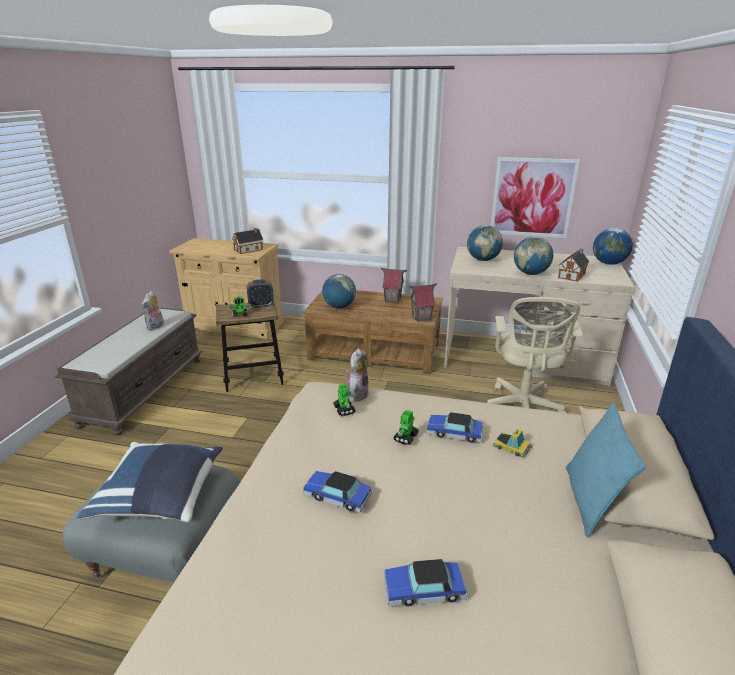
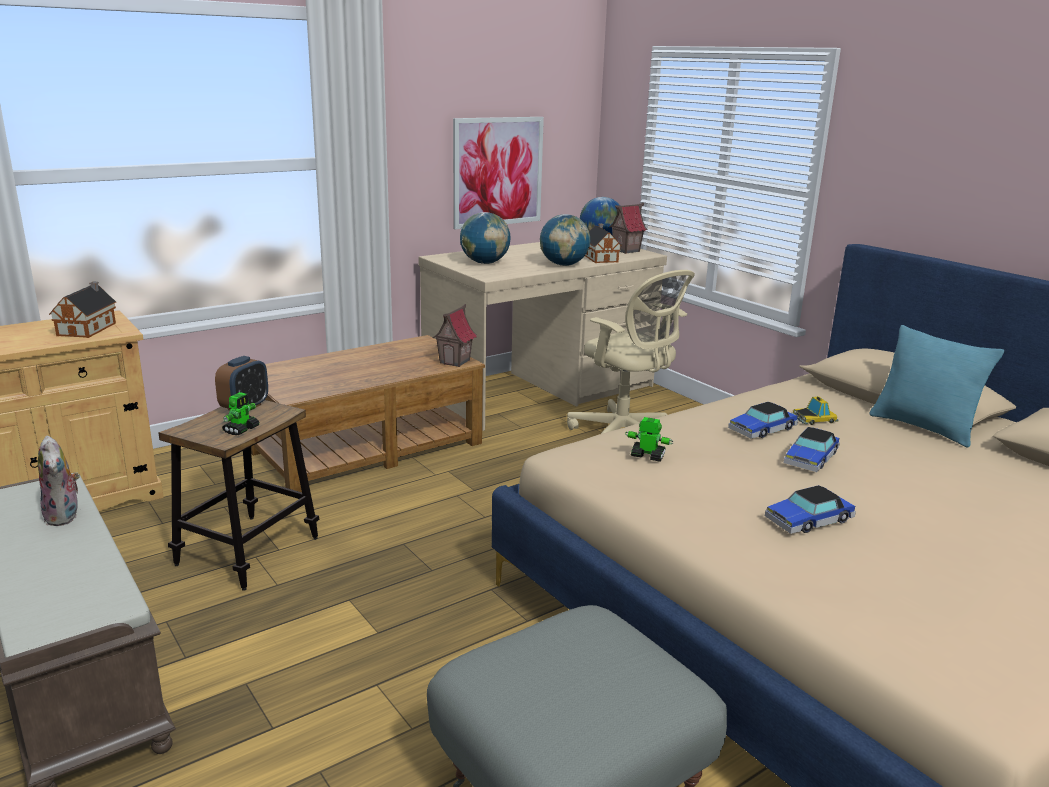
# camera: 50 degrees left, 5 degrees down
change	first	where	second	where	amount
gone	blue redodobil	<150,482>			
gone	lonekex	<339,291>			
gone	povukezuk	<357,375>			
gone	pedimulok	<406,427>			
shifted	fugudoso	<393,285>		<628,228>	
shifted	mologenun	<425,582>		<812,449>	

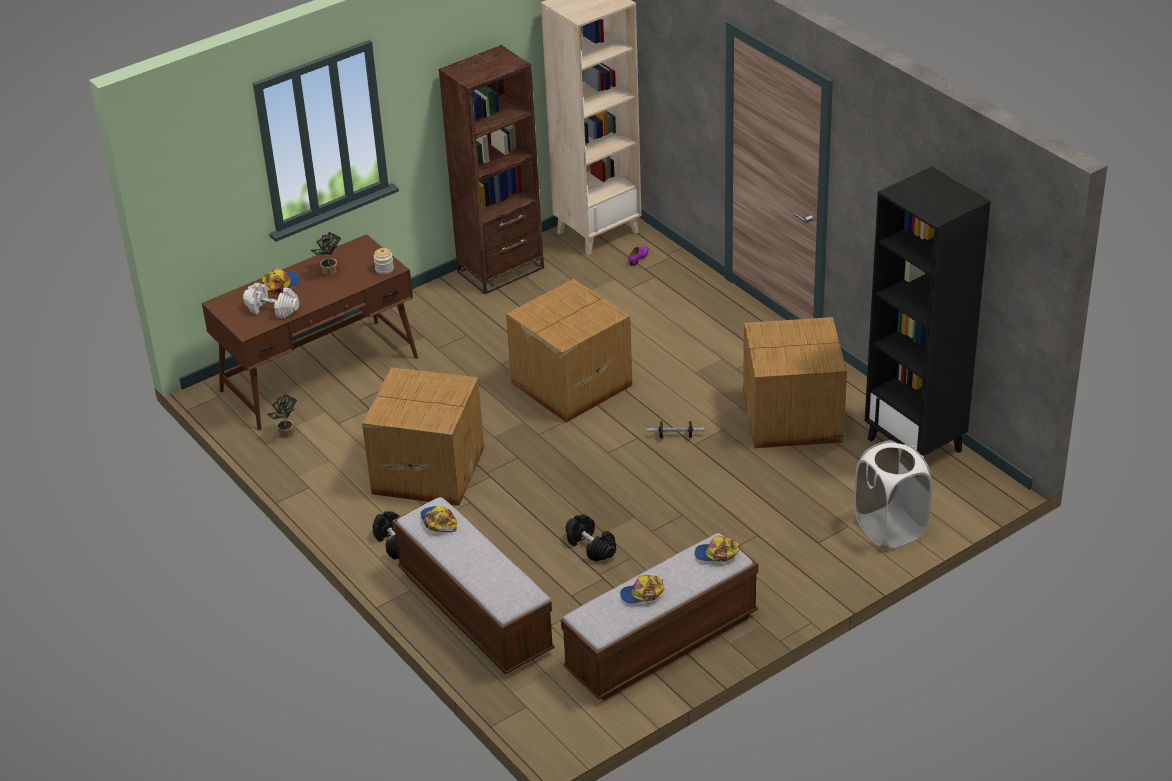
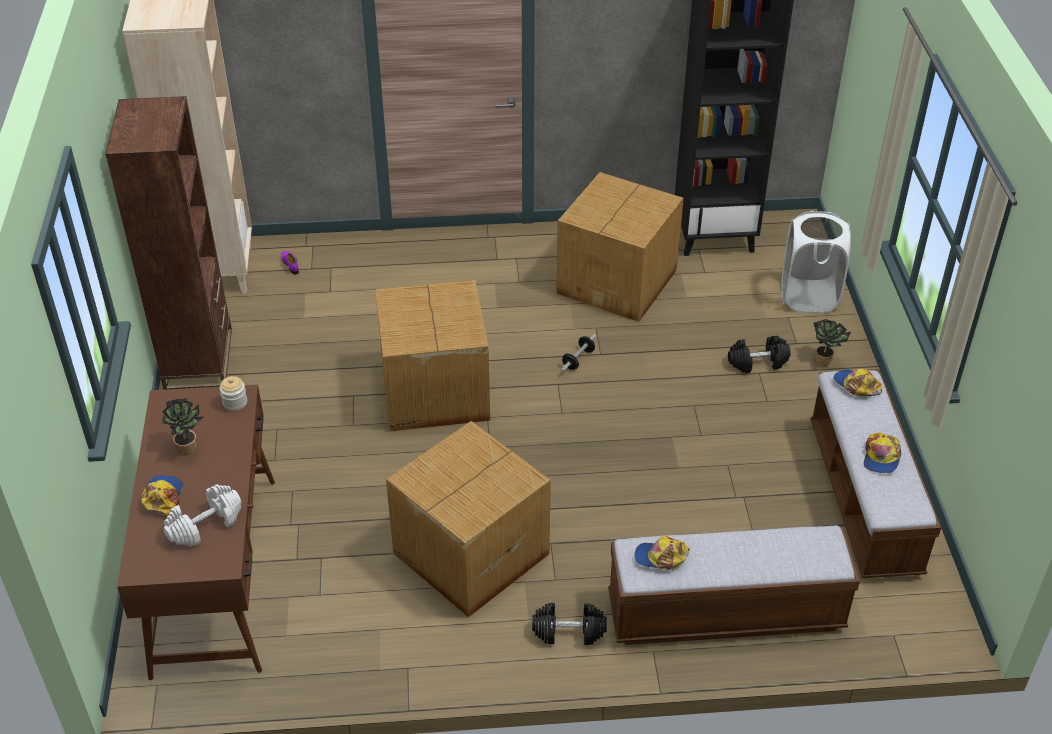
# camera: 60 degrees left, 5 degrees up
change	first	where	second	where	amount
shifted	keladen	<282,416>		<832,342>	
shifted	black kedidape	<591,538>		<759,354>	
rotated	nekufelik	<717,549>		<857,382>	105 degrees clockwise

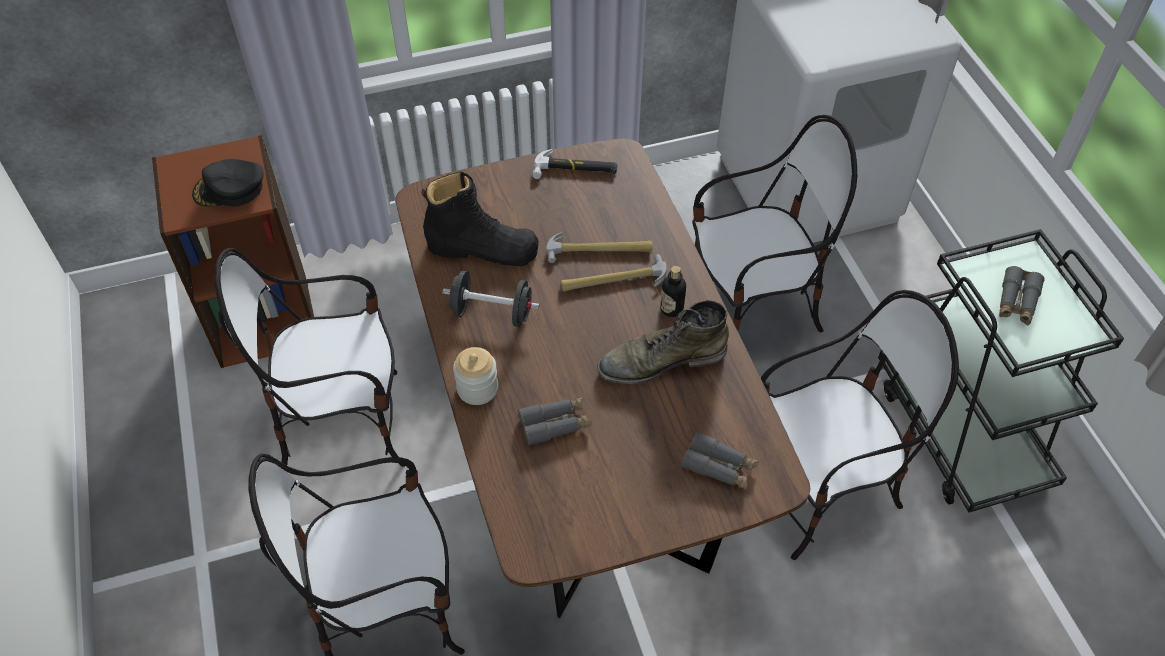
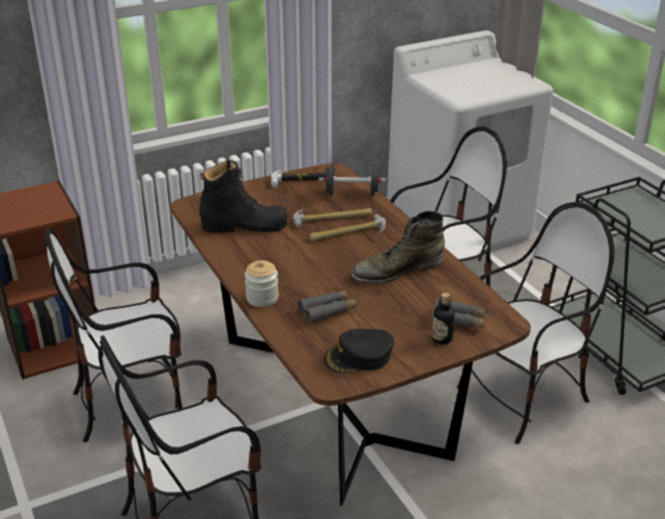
# camera: 10 degrees left, 20 degrees down
change	first	where	second	where	amount
gone	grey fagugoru	<1022,295>			
shifted	black nekufelik	<228,183>		<359,351>	
shifted	black kedidape	<491,299>		<352,179>	
shifted	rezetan	<673,291>		<443,318>	

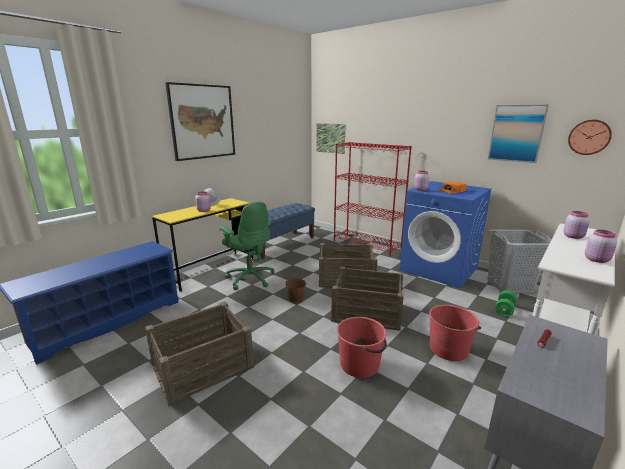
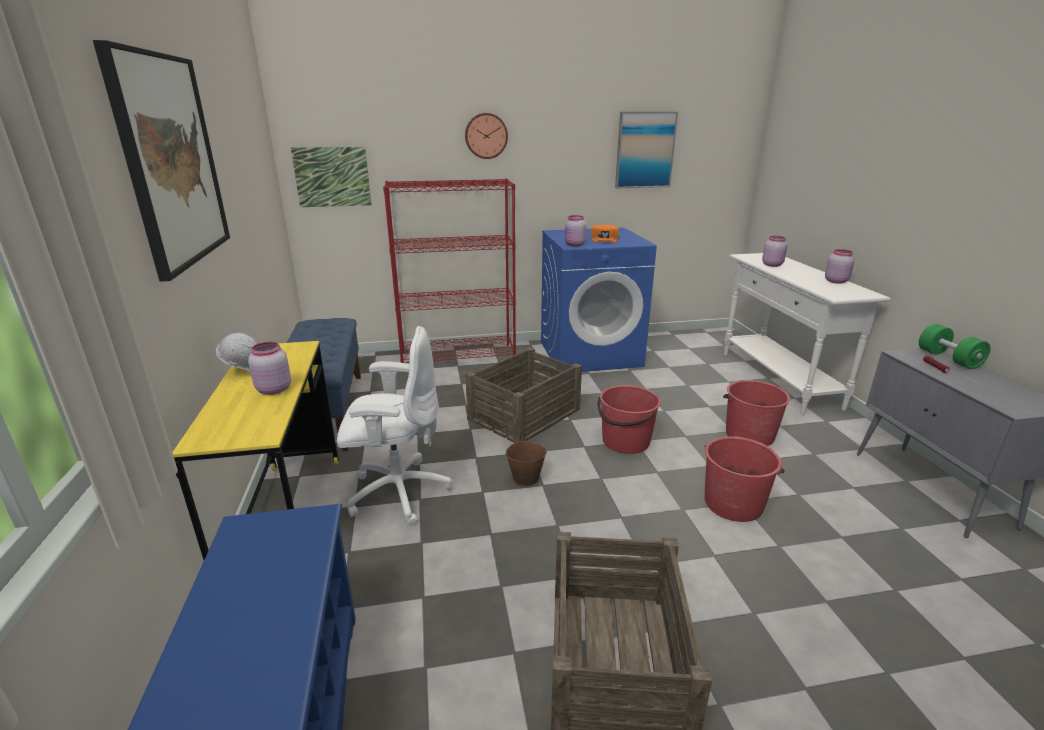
# camera: 50 degrees left, 5 degrees up
change	first	where	second	where	amount
gone	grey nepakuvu	<519,261>			
shifted	green kedidape	<506,303>		<955,346>	
shifted	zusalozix	<590,137>		<486,136>	
swapped	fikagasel	<367,299>	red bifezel	<629,419>	
repainted	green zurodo	<246,246>	white zurodo	<395,425>	

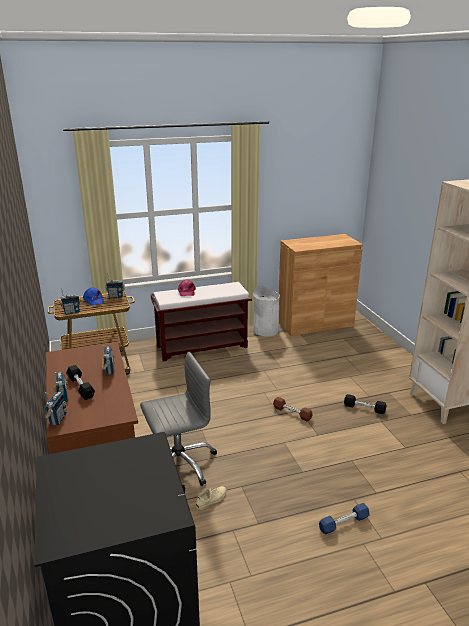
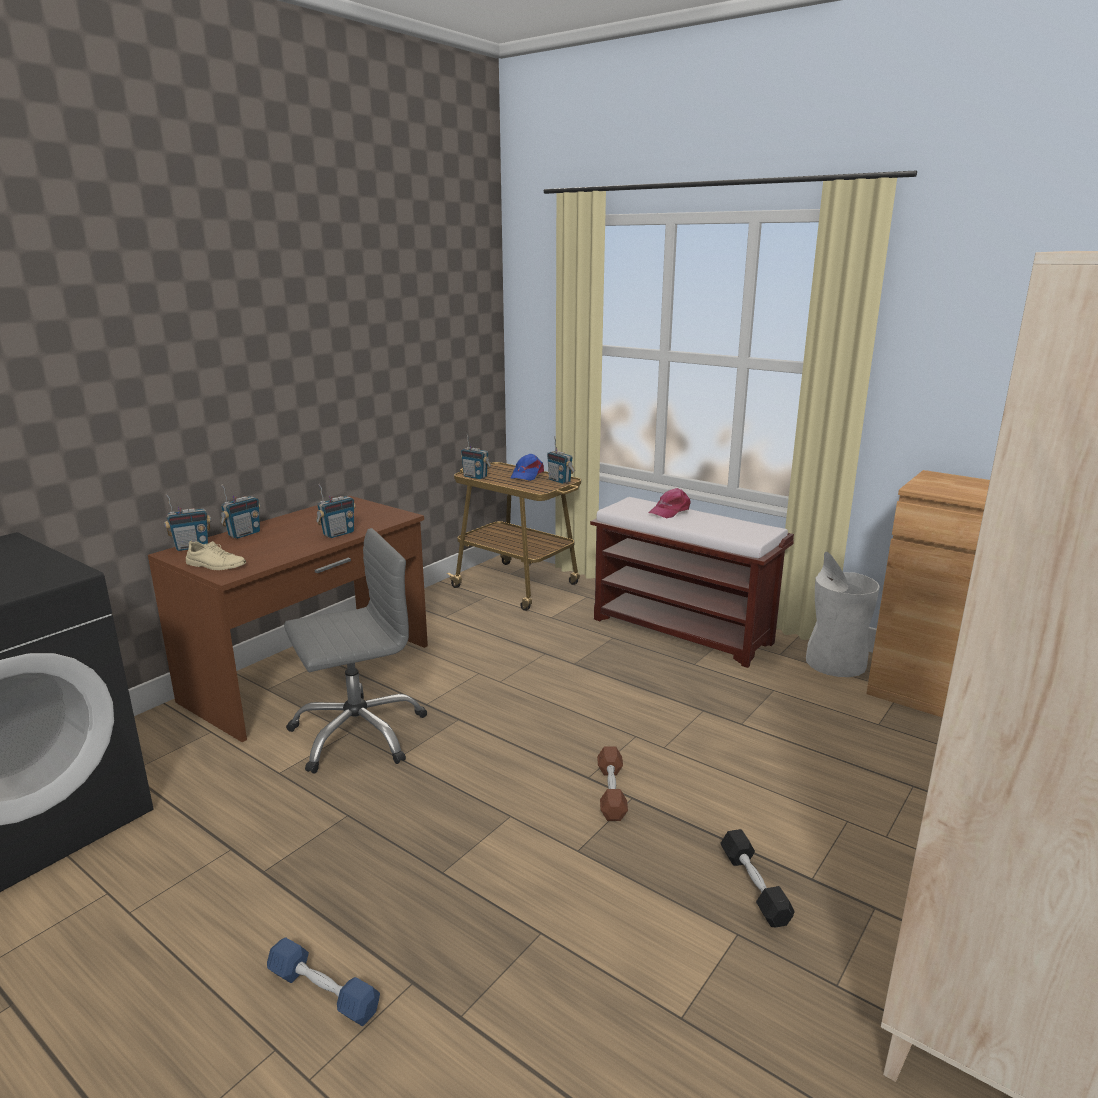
# camera: 55 degrees right, 5 degrees down
change	first	where	second	where	amount
gone	black kedidape	<80,382>			
shifted	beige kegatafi	<211,498>		<216,555>	
rotated	grey zurodo	<178,419>		<355,651>	60 degrees counterclockwise

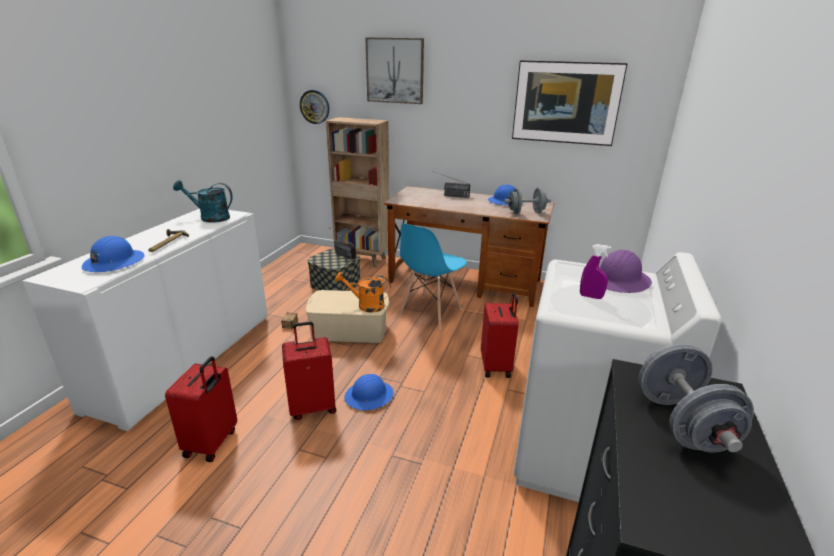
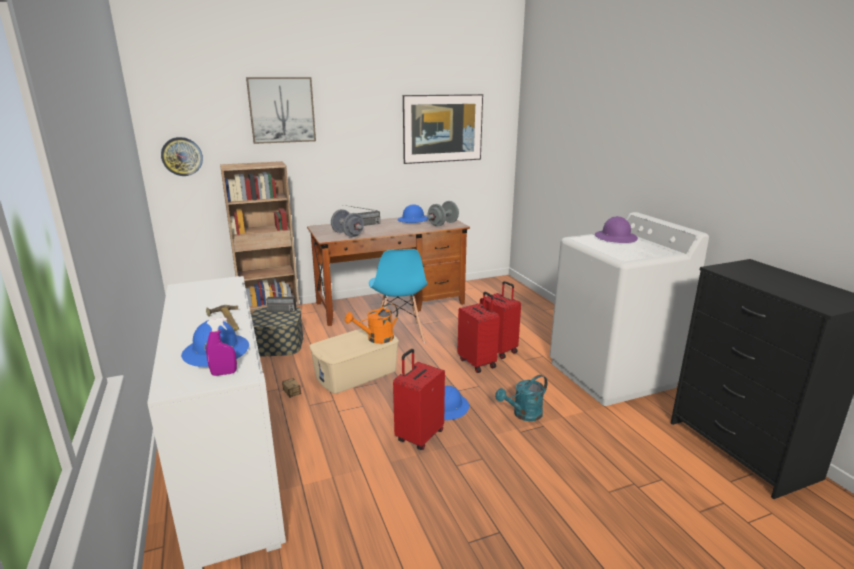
# camera: 40 degrees left, 5 degrees down
change	first	where	second	where	amount
shifted	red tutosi	<201,409>		<479,332>	
shifted	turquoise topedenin	<203,201>		<521,398>	
shifted	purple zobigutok	<596,271>		<221,347>	
shifted	grey kedidape	<696,398>		<347,223>	

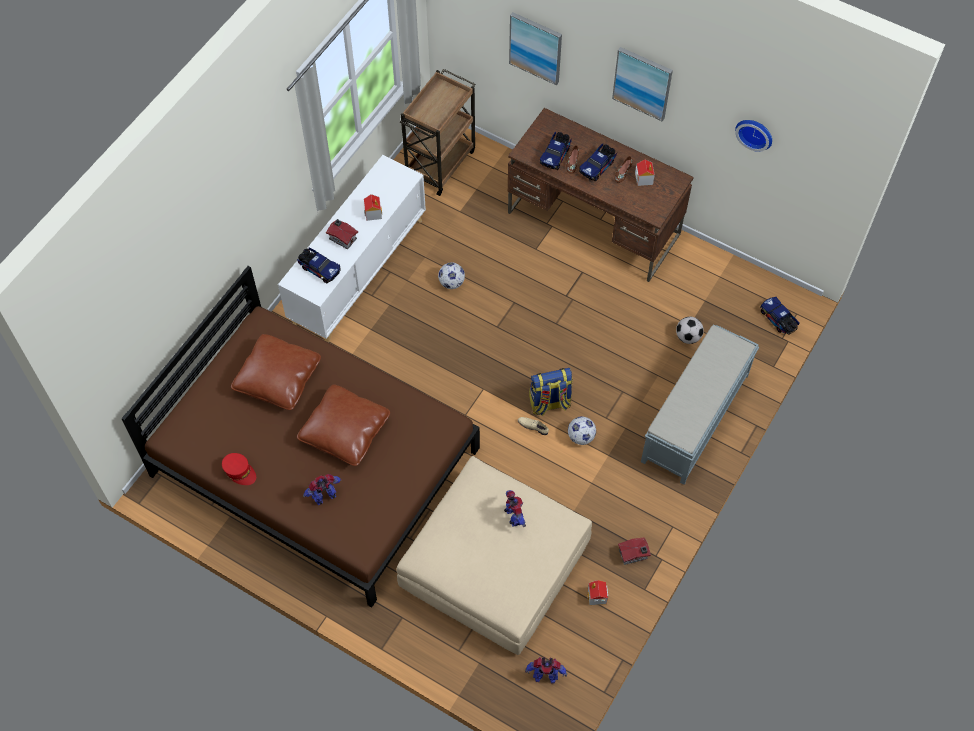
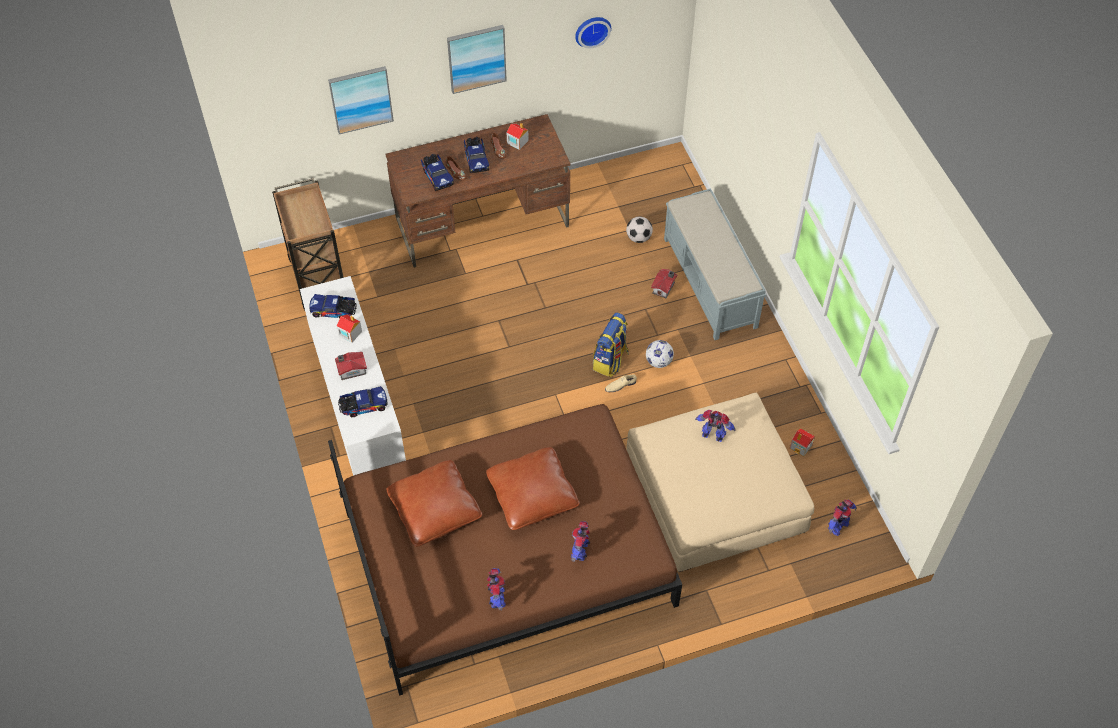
# camera: 50 degrees left, 5 degrees down
change	first	where	second	where	amount
gone	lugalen	<451,276>			
shifted	fugudoso	<634,551>		<664,283>	
shifted	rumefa	<780,316>		<333,306>	
swapped	red nekufelik	<239,469>	pedimulok	<496,589>	

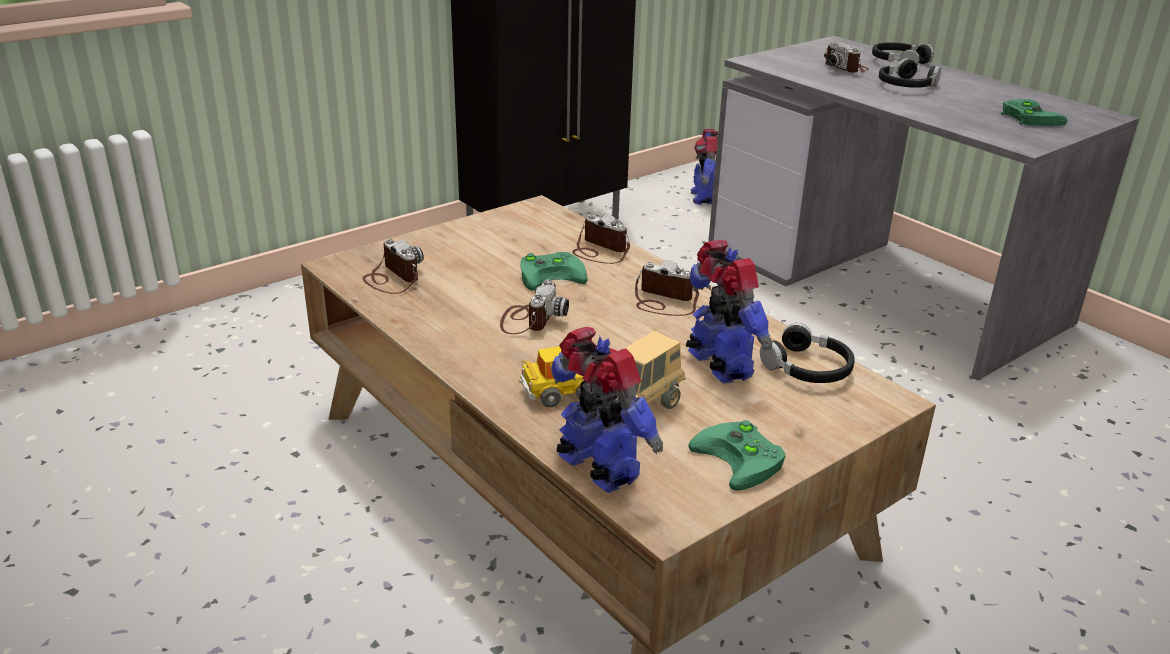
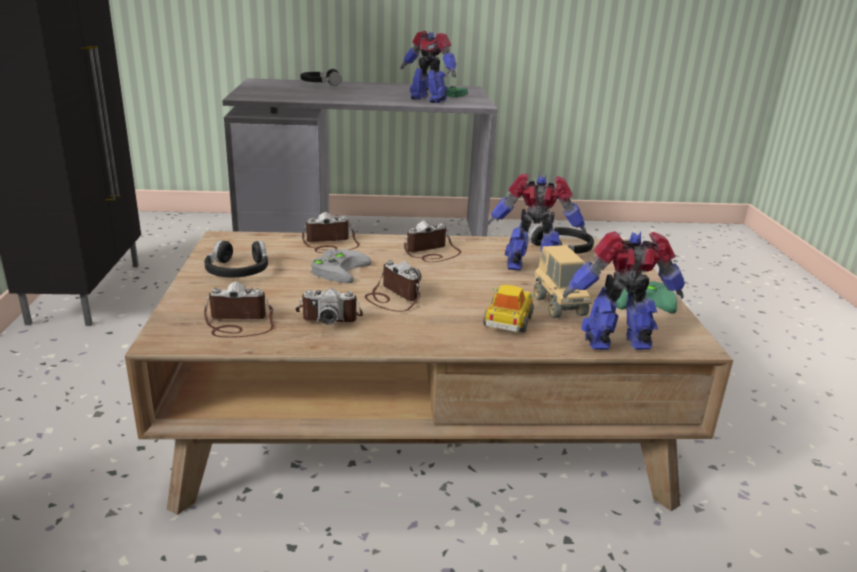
# camera: 55 degrees left, 5 degrees down
change	first	where	second	where	amount
shifted	pedimulok	<704,167>		<428,67>	
shifted	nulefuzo	<846,57>		<329,306>	
shifted	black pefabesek	<910,73>		<236,258>	
repainted	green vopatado	<554,271>	grey vopatado	<341,266>	

